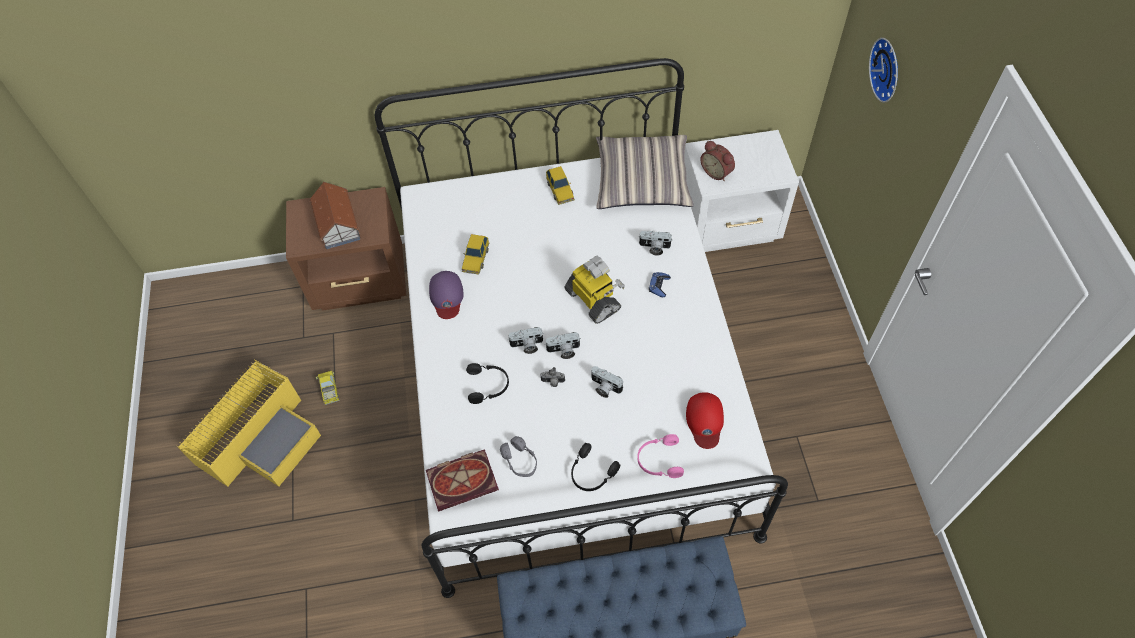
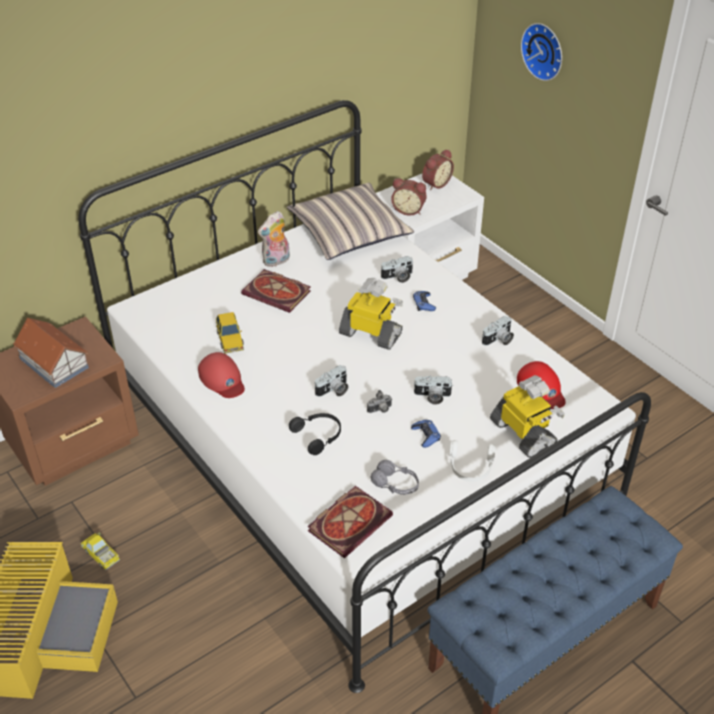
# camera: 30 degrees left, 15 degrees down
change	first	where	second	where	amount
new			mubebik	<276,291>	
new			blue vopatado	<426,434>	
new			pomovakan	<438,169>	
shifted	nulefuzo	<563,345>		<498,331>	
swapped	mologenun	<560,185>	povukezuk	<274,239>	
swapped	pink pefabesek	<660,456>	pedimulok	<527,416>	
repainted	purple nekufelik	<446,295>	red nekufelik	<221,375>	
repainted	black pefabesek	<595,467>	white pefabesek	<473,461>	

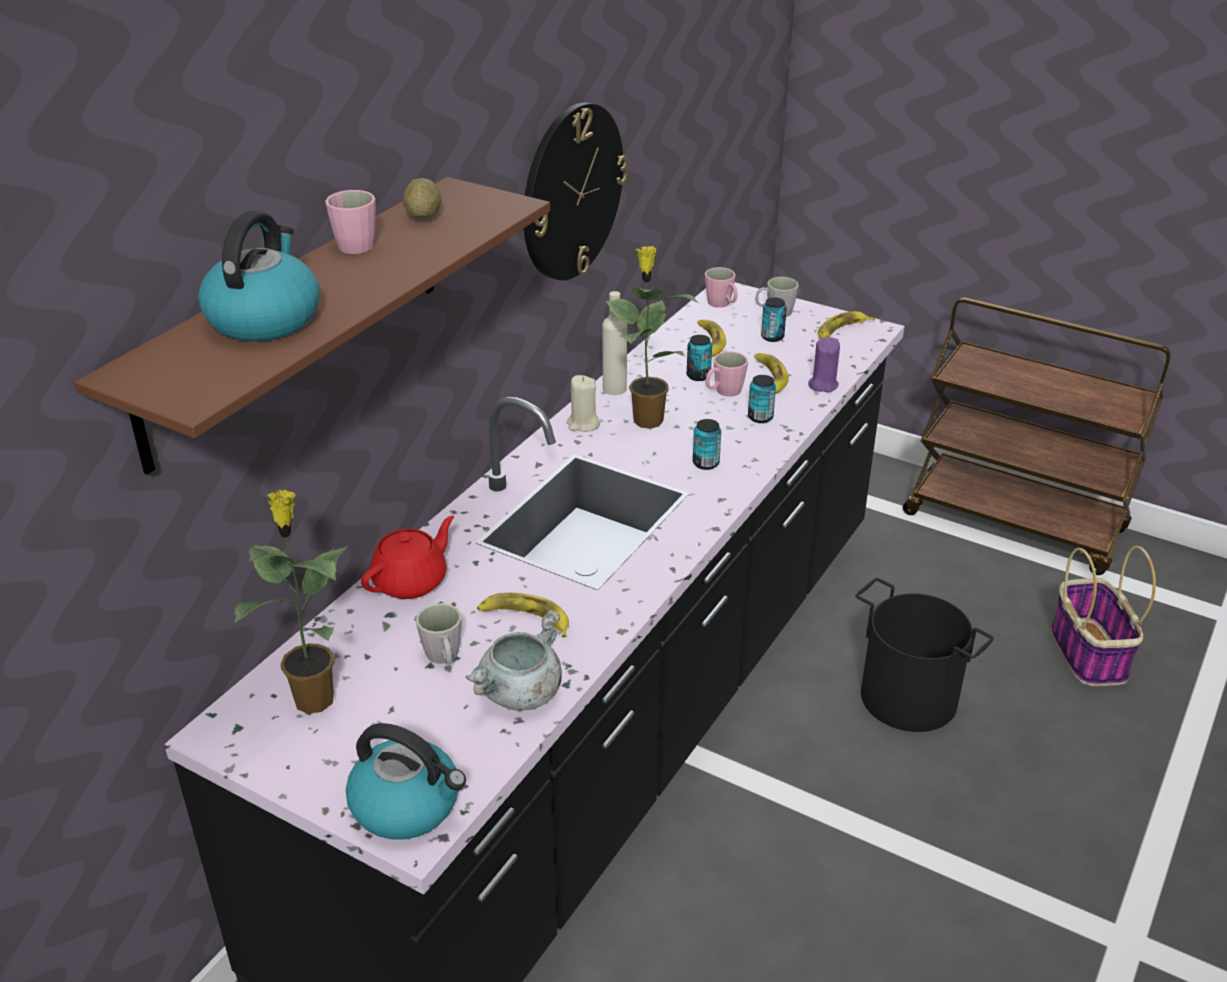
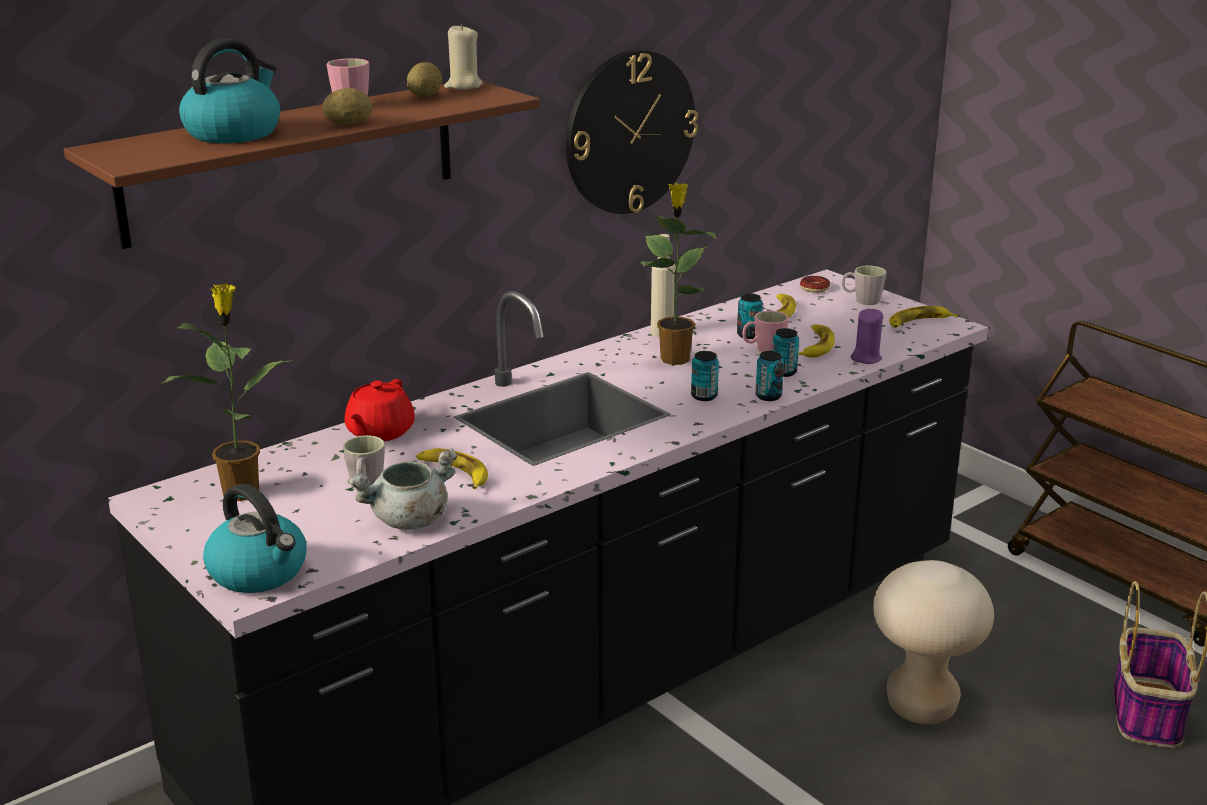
# camera: 20 degrees right, 10 degrees down
change	first	where	second	where	amount
new			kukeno	<347,107>	
shifted	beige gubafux	<583,403>		<463,57>	
shifted	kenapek	<774,320>		<769,376>	
swapped	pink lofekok	<721,287>	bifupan	<815,284>	
swapped	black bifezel	<924,655>	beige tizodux	<933,642>	
rotated	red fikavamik	<407,557>		<380,410>	135 degrees clockwise

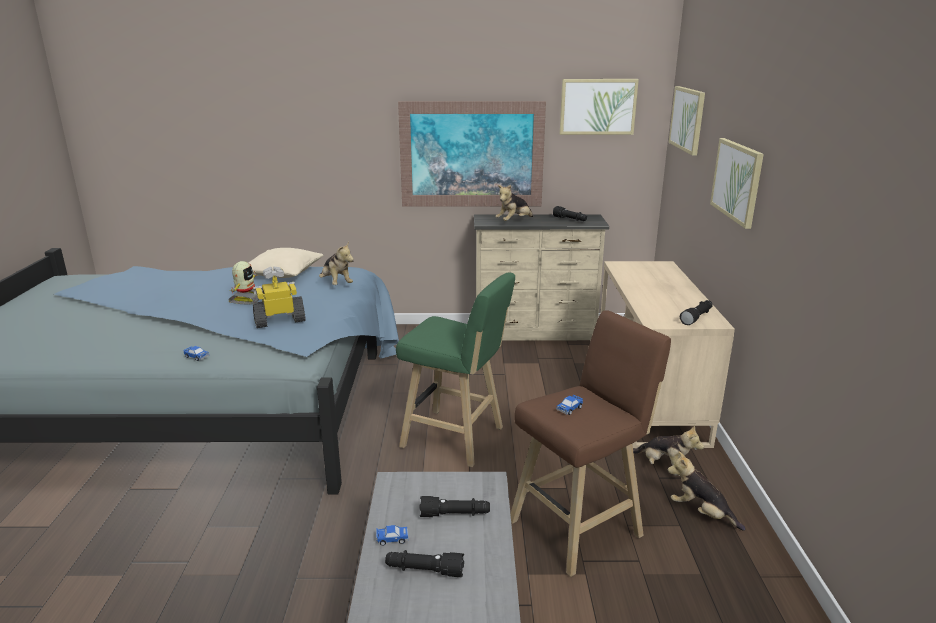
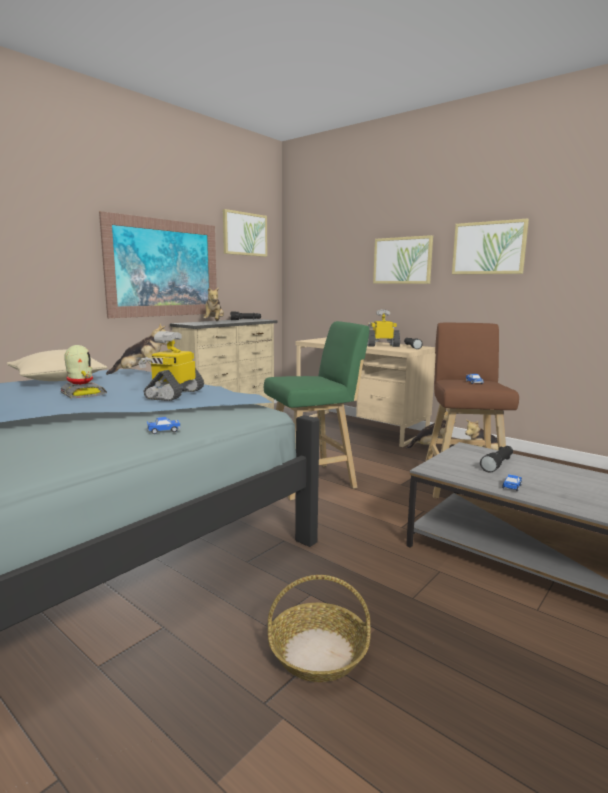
# camera: 50 degrees left, 10 degrees down
change	first	where	second	where	amount
gone	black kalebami	<424,563>			
new			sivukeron	<319,628>	
new			pedimulok	<383,328>	
shifted	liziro	<687,121>		<490,246>	

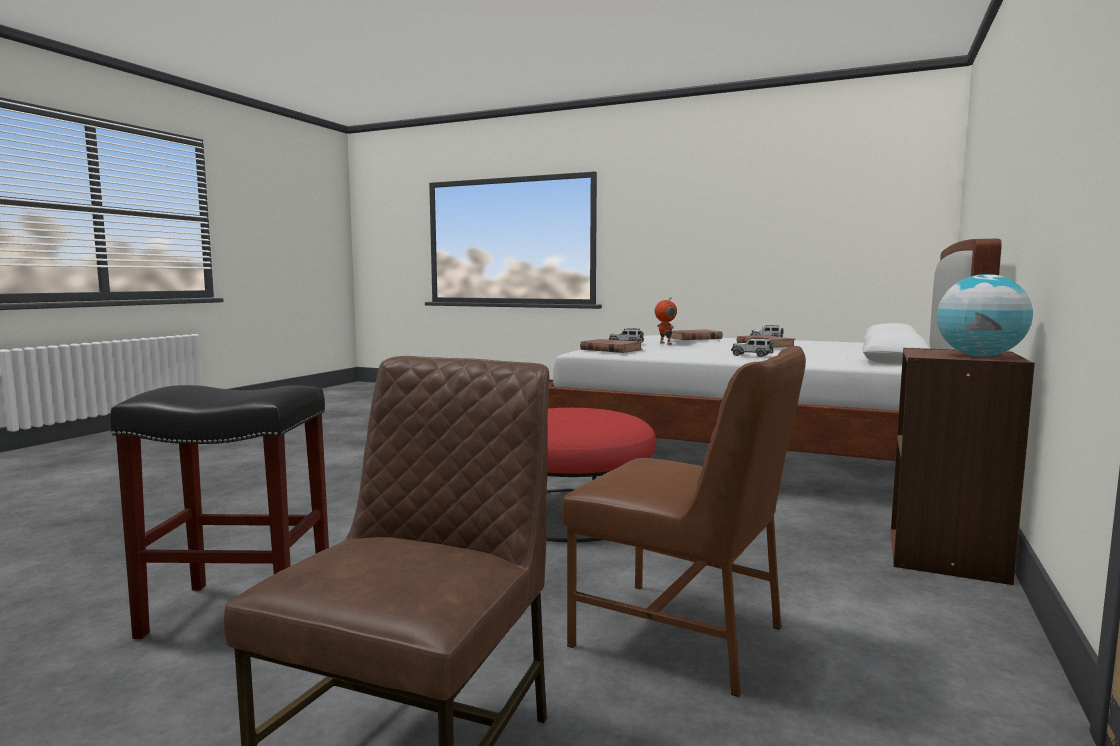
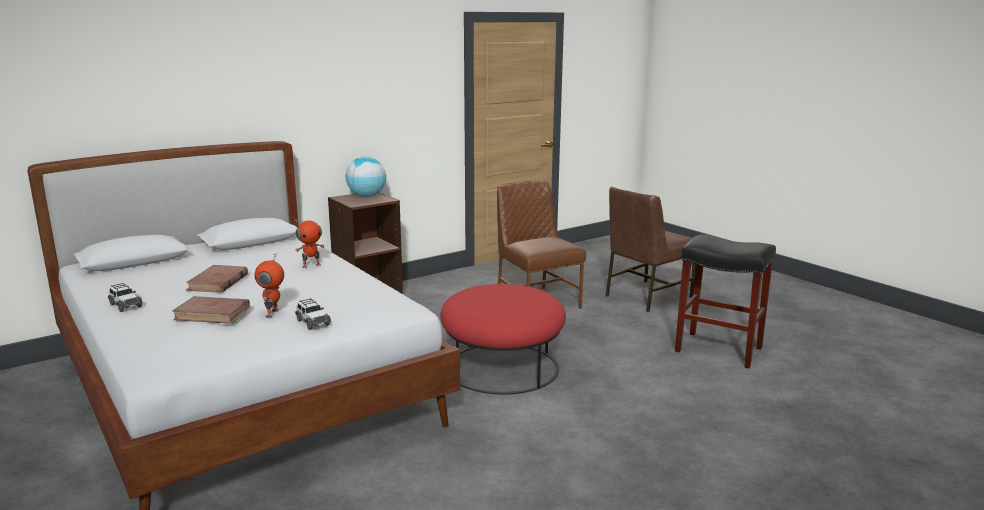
# camera: 150 degrees left, 10 degrees up
change	first	where	second	where	amount
gone	brown mubebik	<611,346>			
swapped	mologenun	<752,347>	pedimulok	<309,243>	

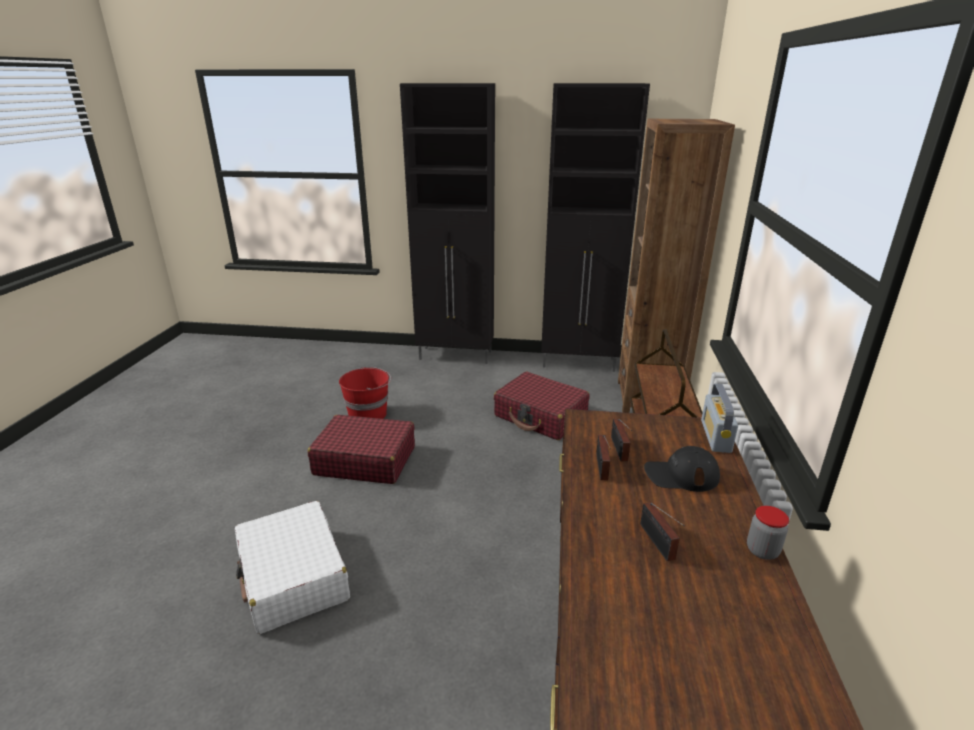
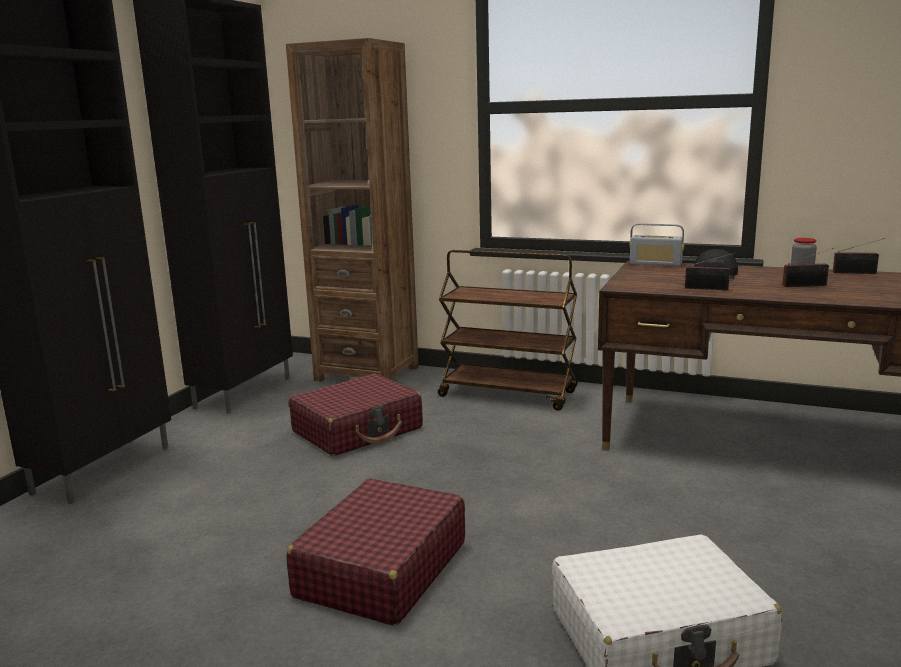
# camera: 75 degrees left, 10 degrees down
change	first	where	second	where	amount
gone	red bifezel	<365,393>			
shifted	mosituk	<621,440>		<859,256>	

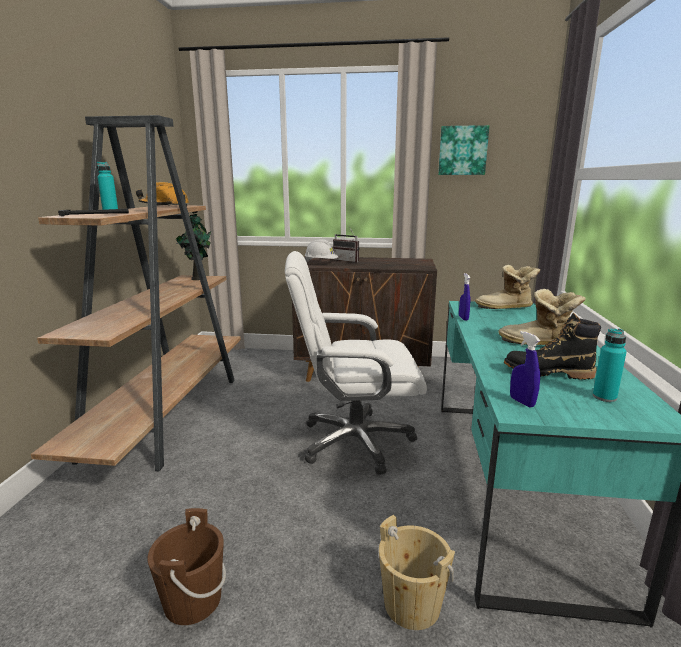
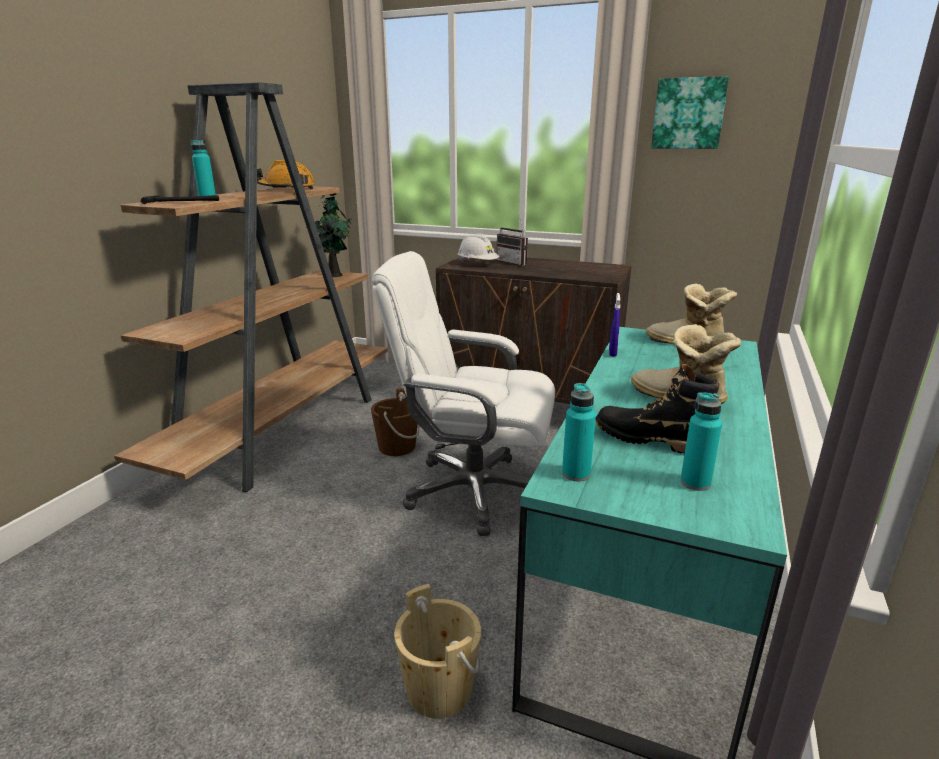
# camera: 15 degrees right, 5 degrees up
change	first	where	second	where	amount
shifted	brown bifezel	<186,566>		<395,422>	
swapped	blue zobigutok	<525,369>	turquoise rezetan	<579,432>	

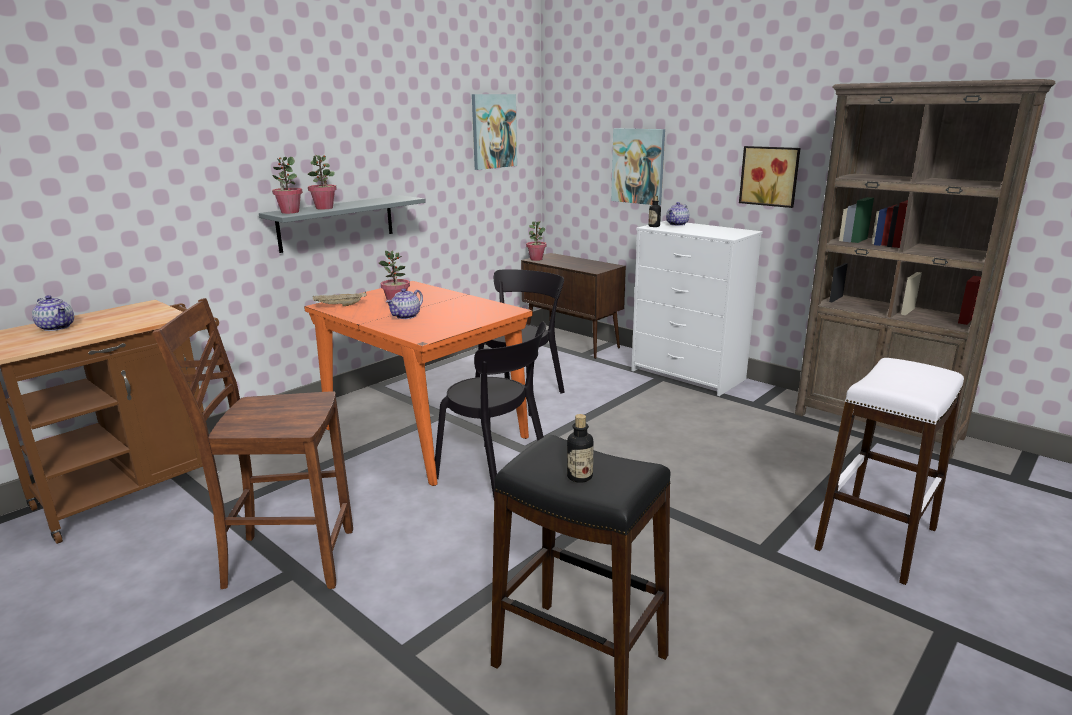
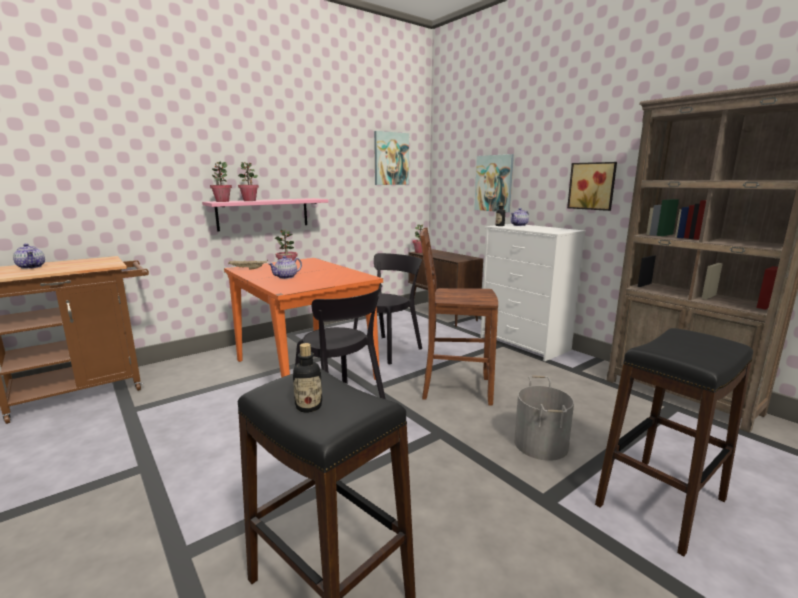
# camera: 10 degrees right, 5 degrees down
change	first	where	second	where	amount
new			grey bifezel	<544,418>	
shifted	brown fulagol	<253,443>		<459,317>	
repainted	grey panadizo	<342,224>	pink panadizo	<265,215>	
repainted	white tizodux	<889,471>	black tizodux	<674,442>	

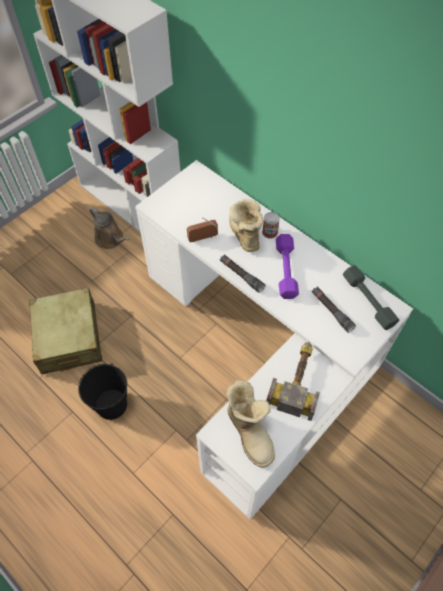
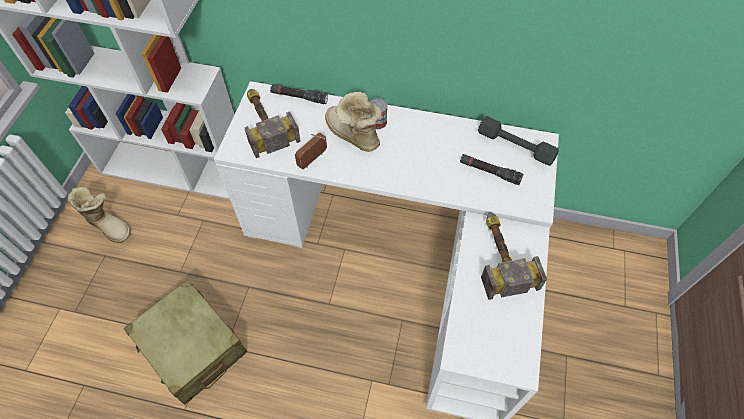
# camera: 30 degrees left, 0 degrees up
change	first	where	second	where	amount
gone	black bifezel	<102,391>			
gone	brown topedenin	<109,228>			
gone	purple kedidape	<287,266>			
new			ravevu	<272,123>	
shifted	black kalebami	<242,274>		<299,94>	
shifted	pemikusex	<250,424>		<99,215>	

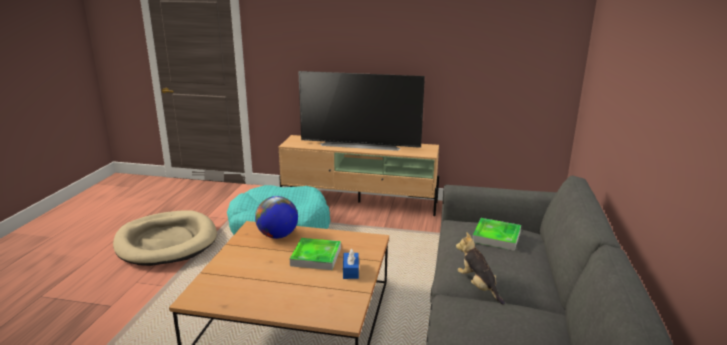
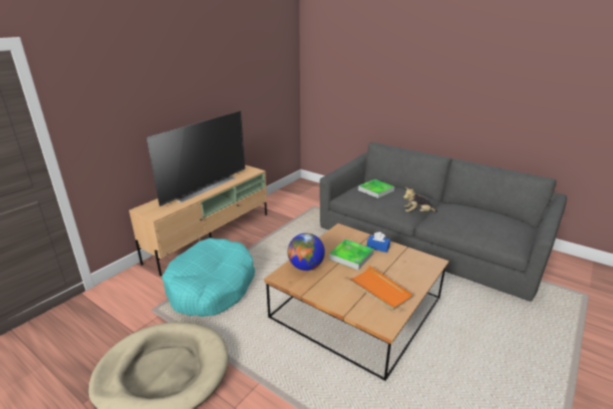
# camera: 65 degrees left, 5 degrees up
change	first	where	second	where	amount
new			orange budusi	<380,288>	

